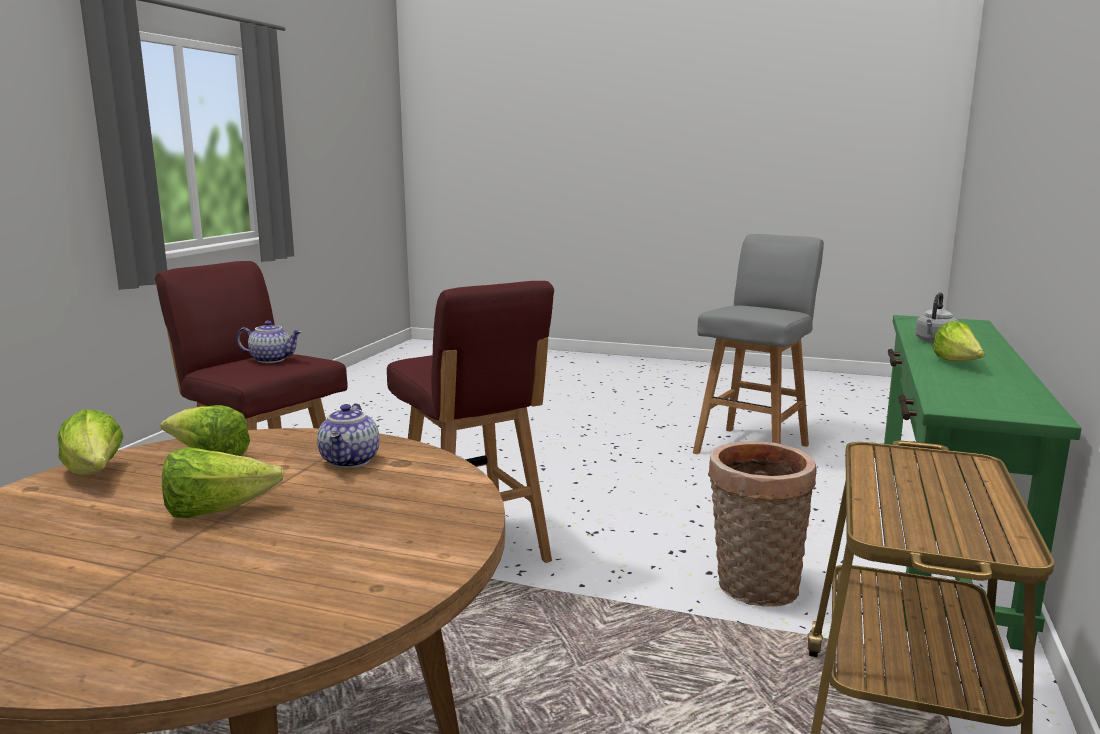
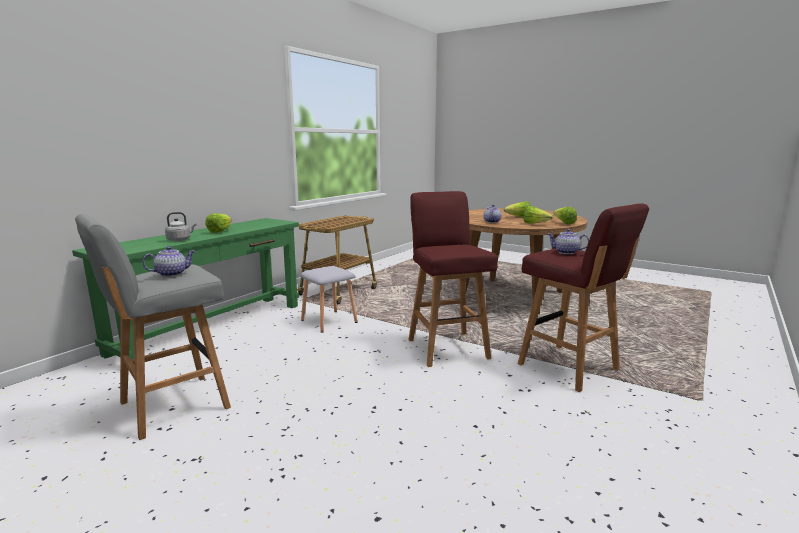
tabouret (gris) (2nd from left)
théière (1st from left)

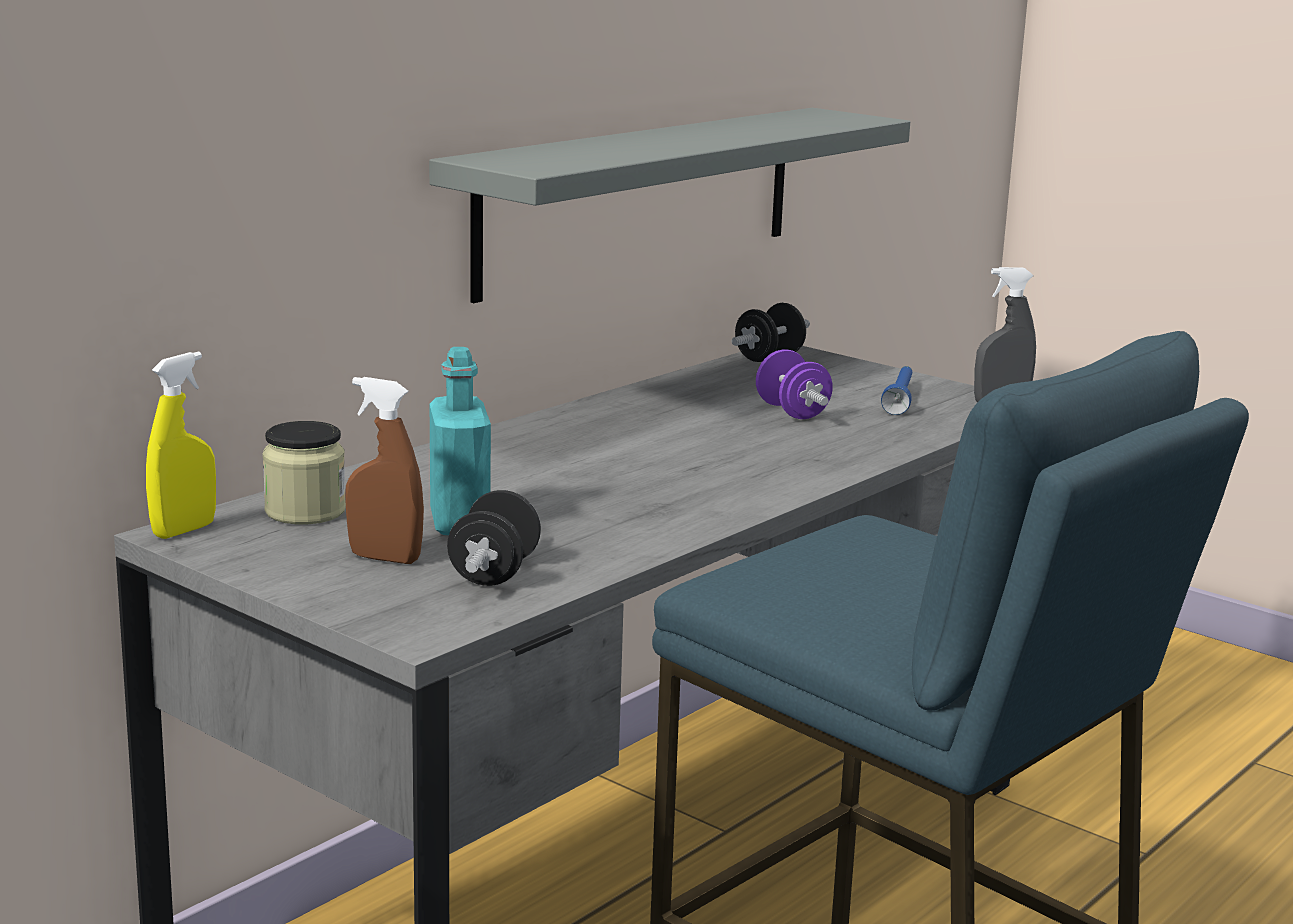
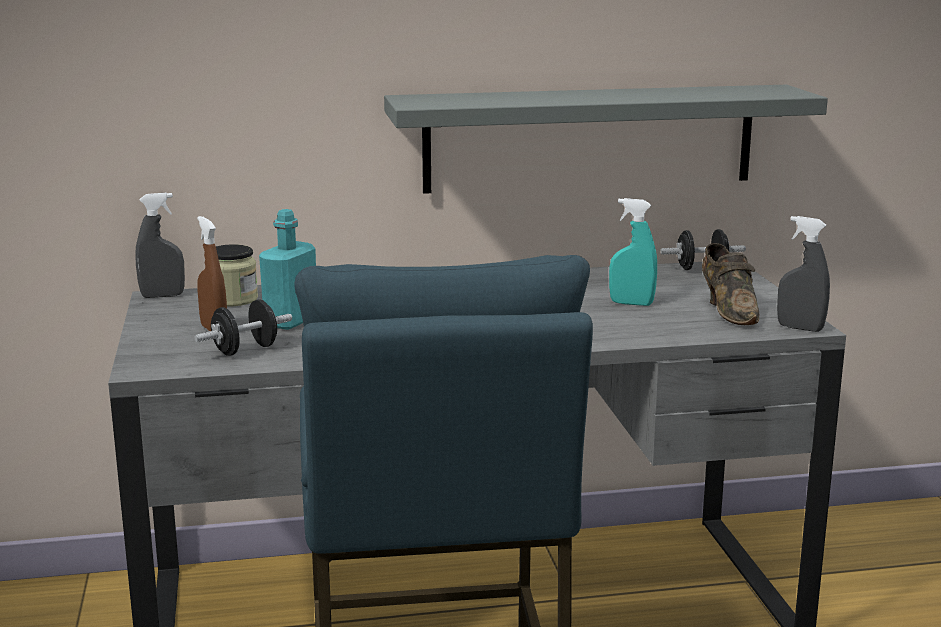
vaporisateur (gris) (1st from left)
vaporisateur (turquoise)
chaussure (marron)

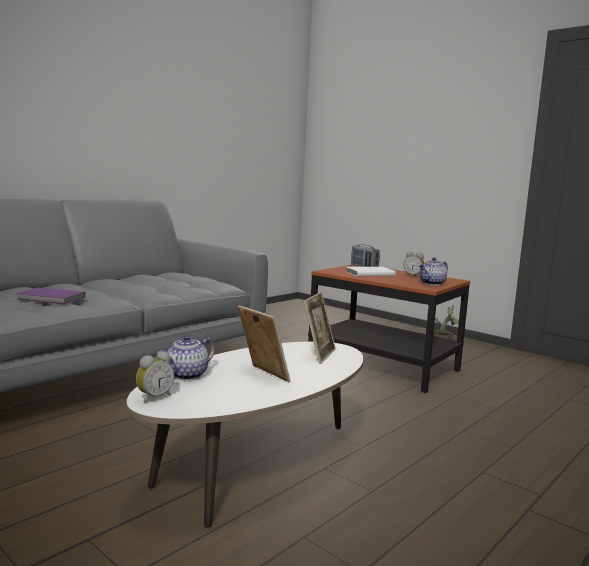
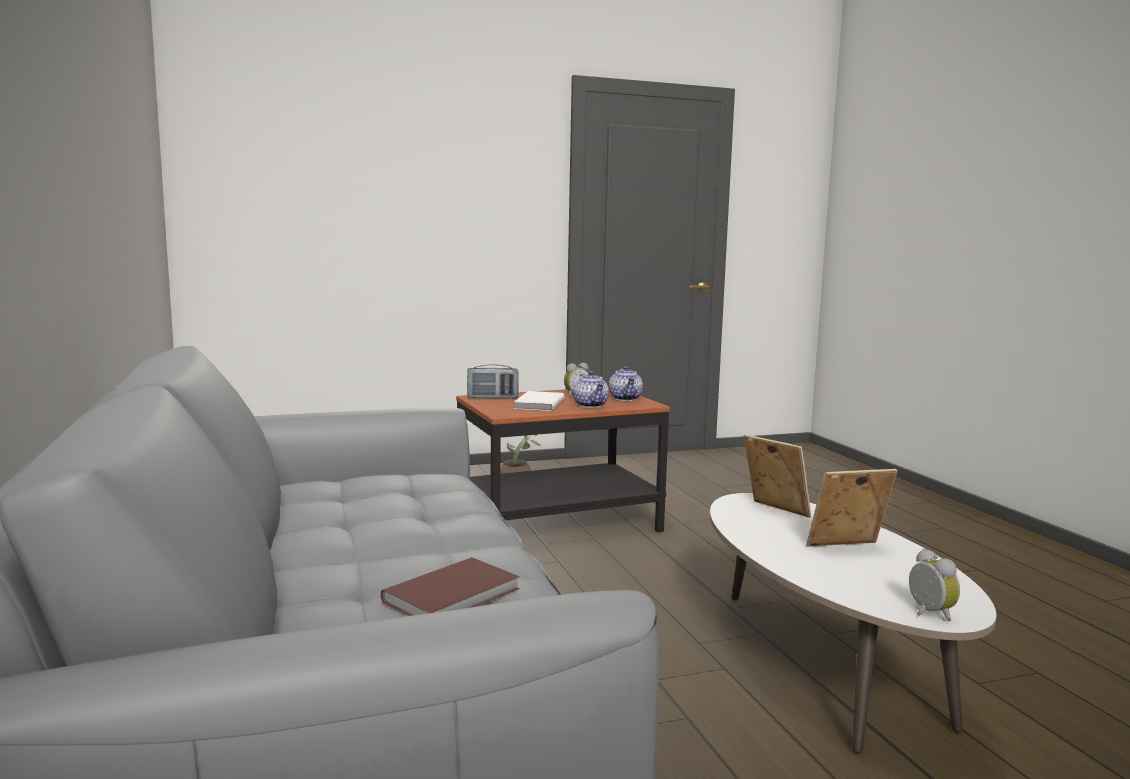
livre (marron)
théière (1st from left)

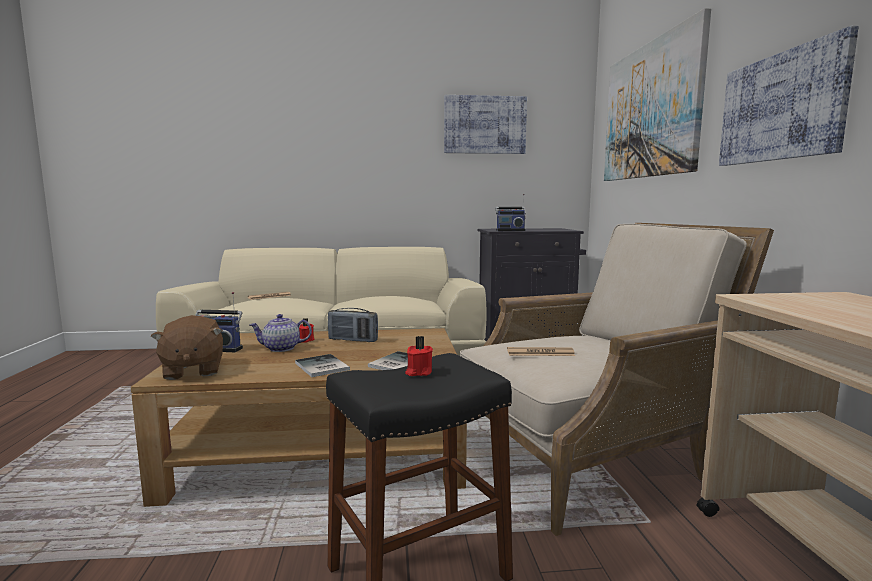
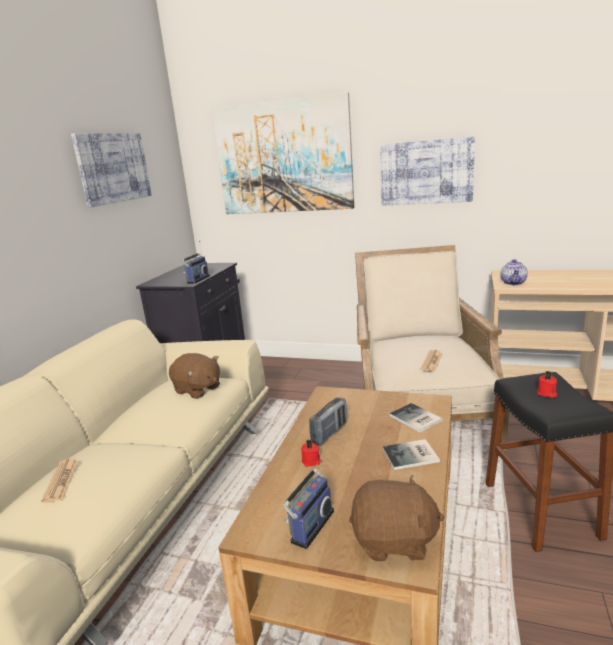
théière
peluche (marron) (1st from left)

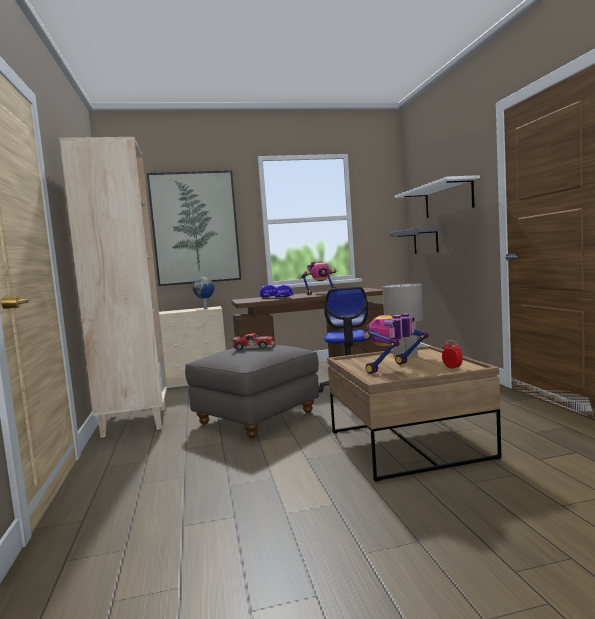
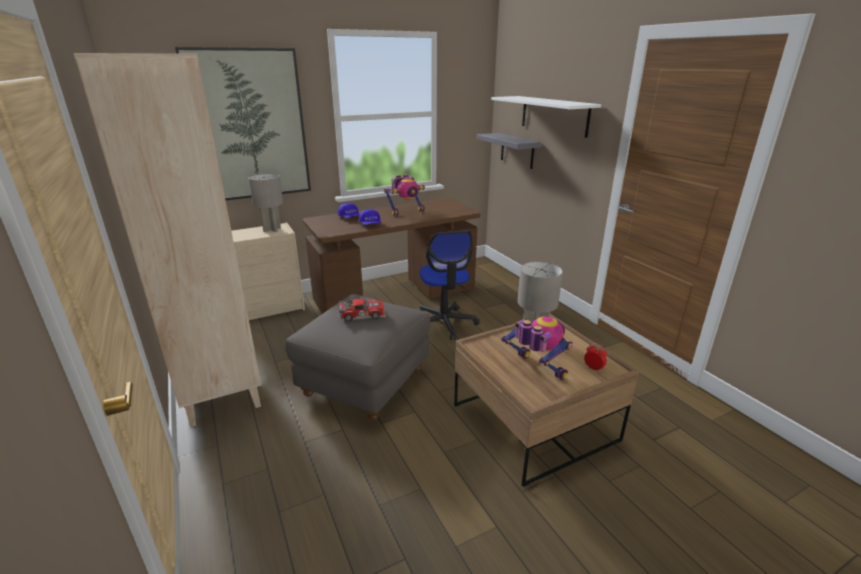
lampe de table (gris) (1st from left)
robot jouet (2nd from left)

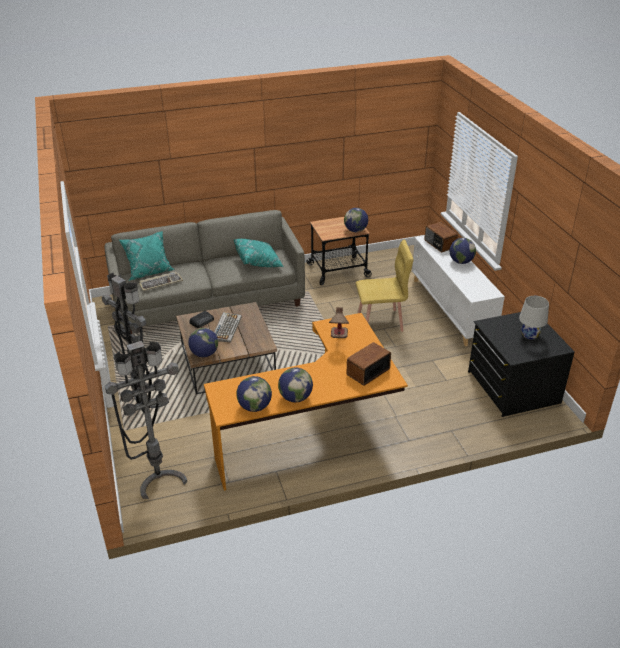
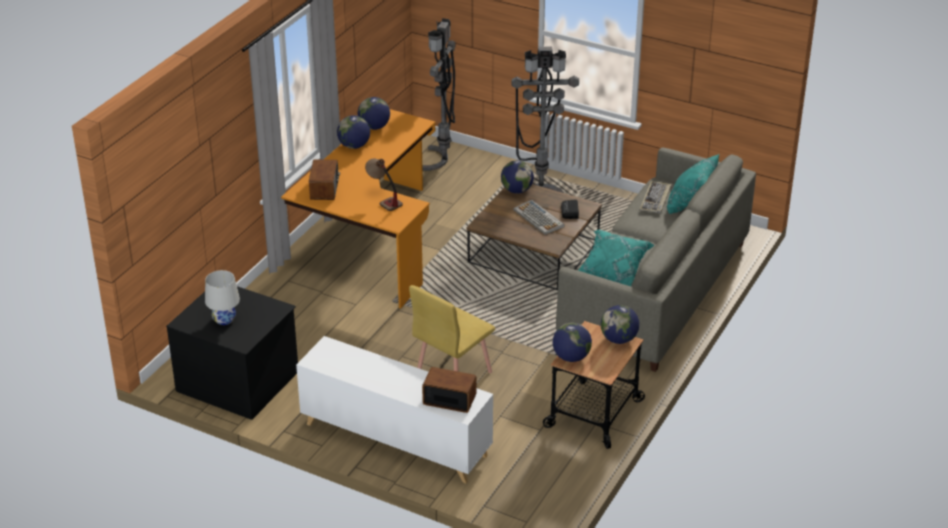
globe (5th from left)

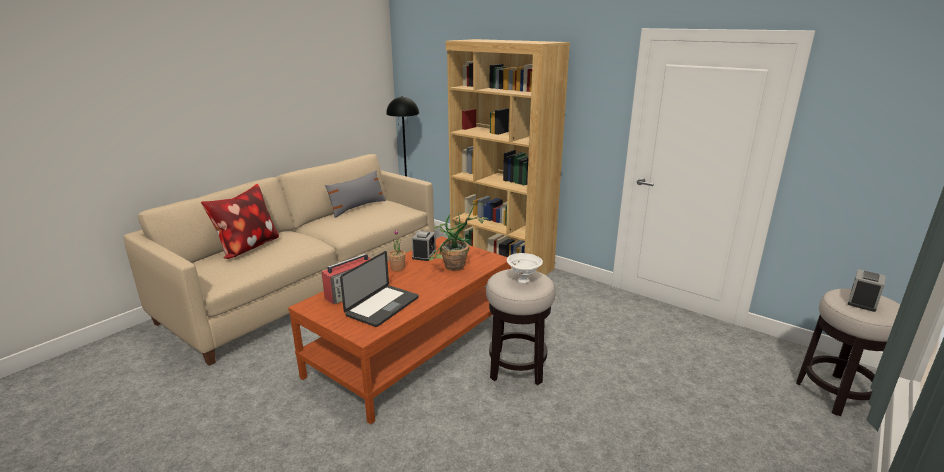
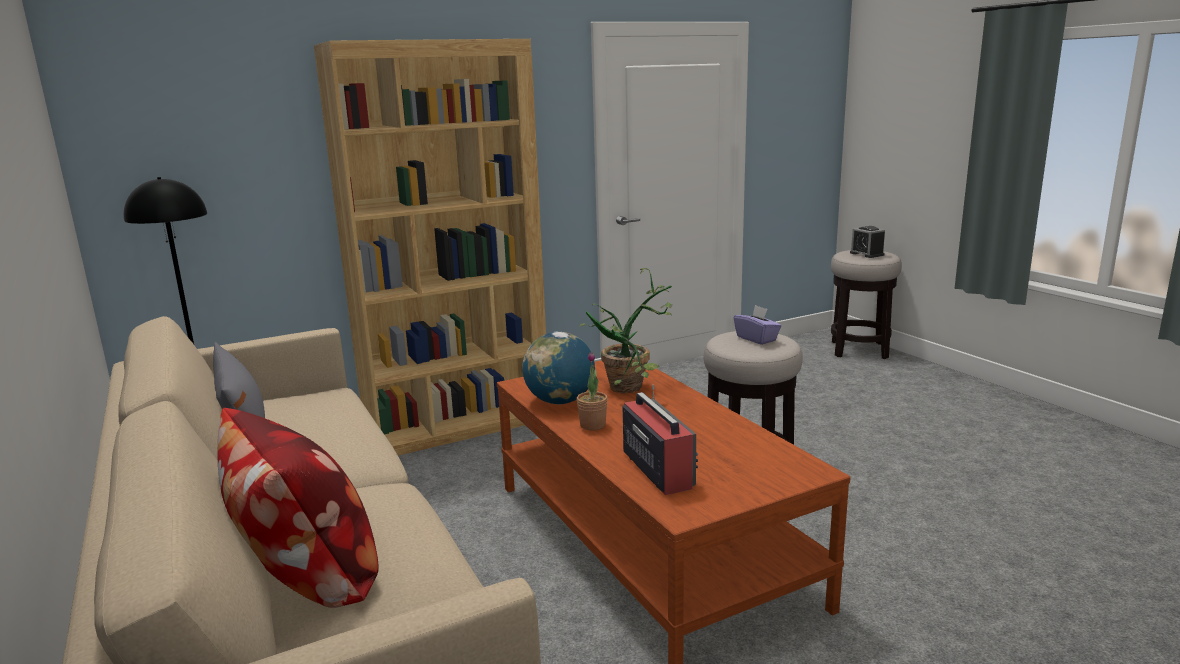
ordinateur portable
globe
boîte à mouchoirs (violet)

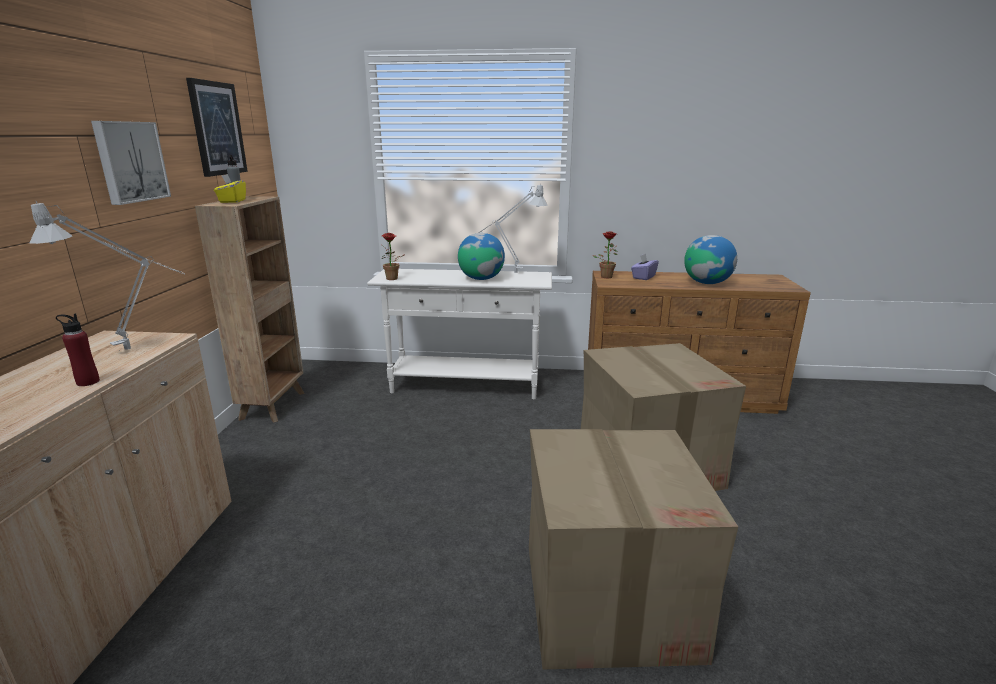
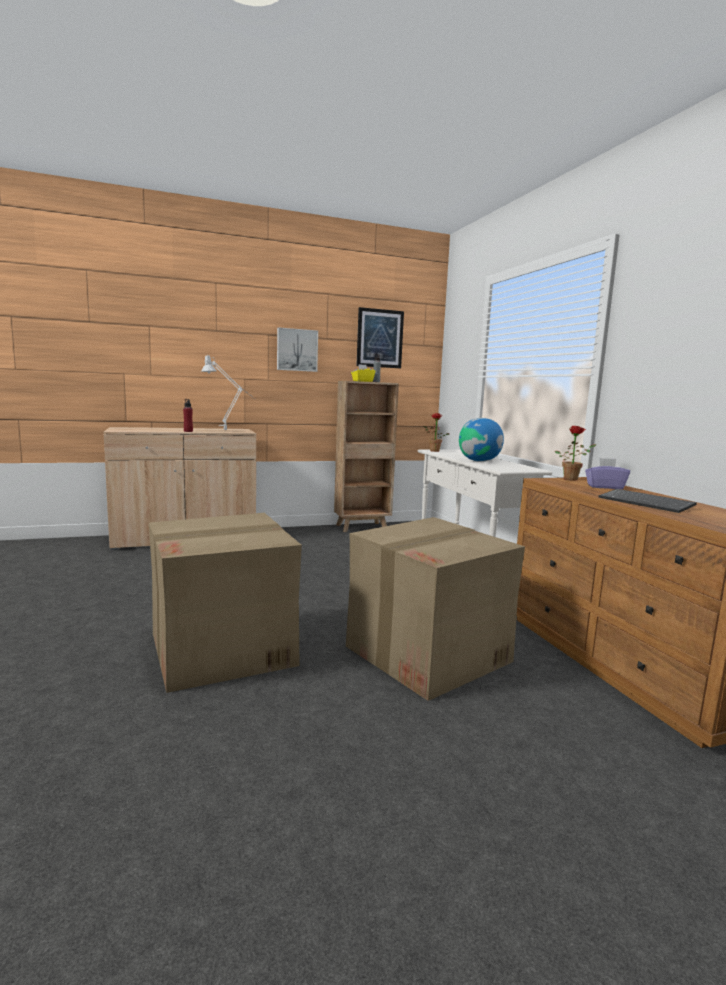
lampe de table (gris) (2nd from left in the first image)
clavier

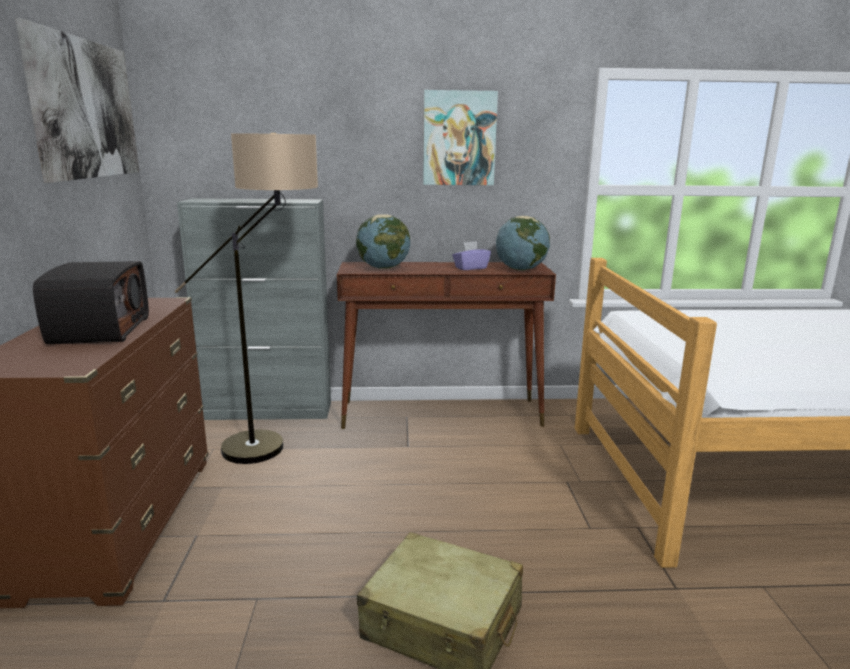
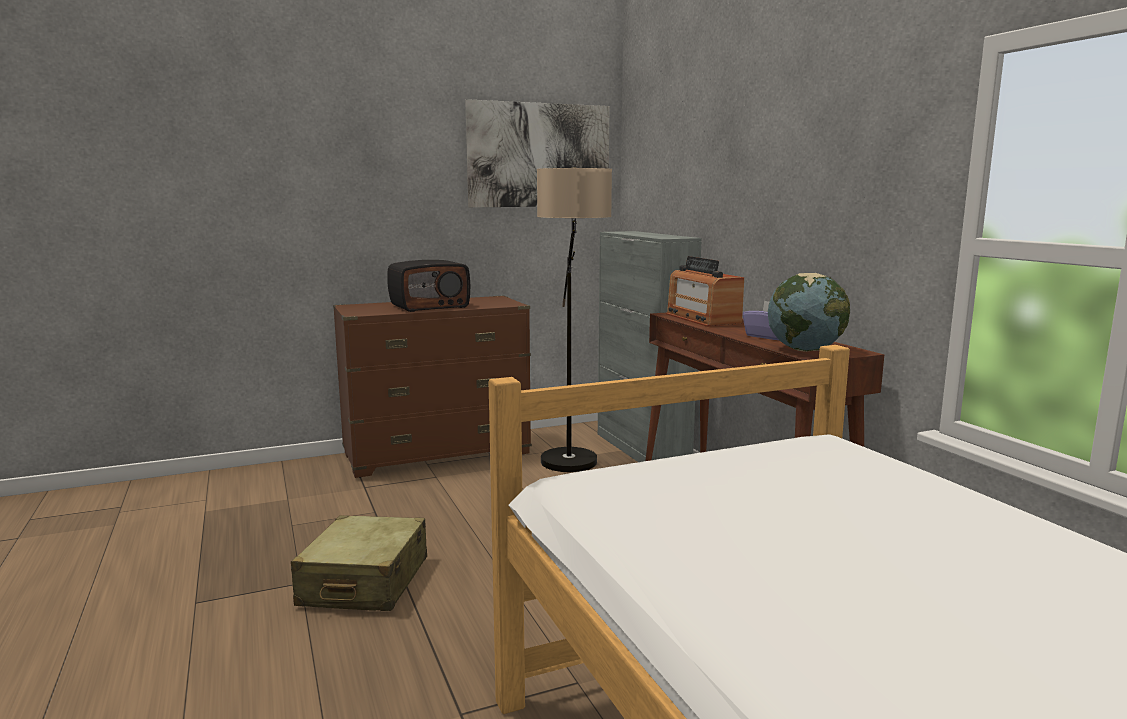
radio (2nd from left)
tableau (2nd from left in the first image)

